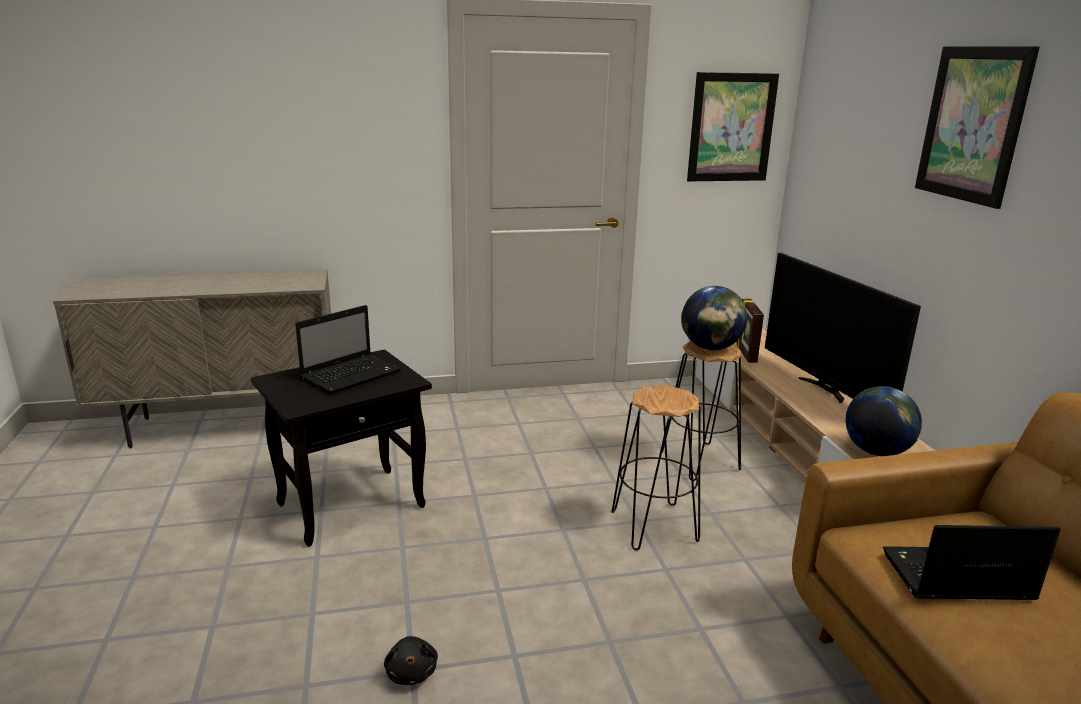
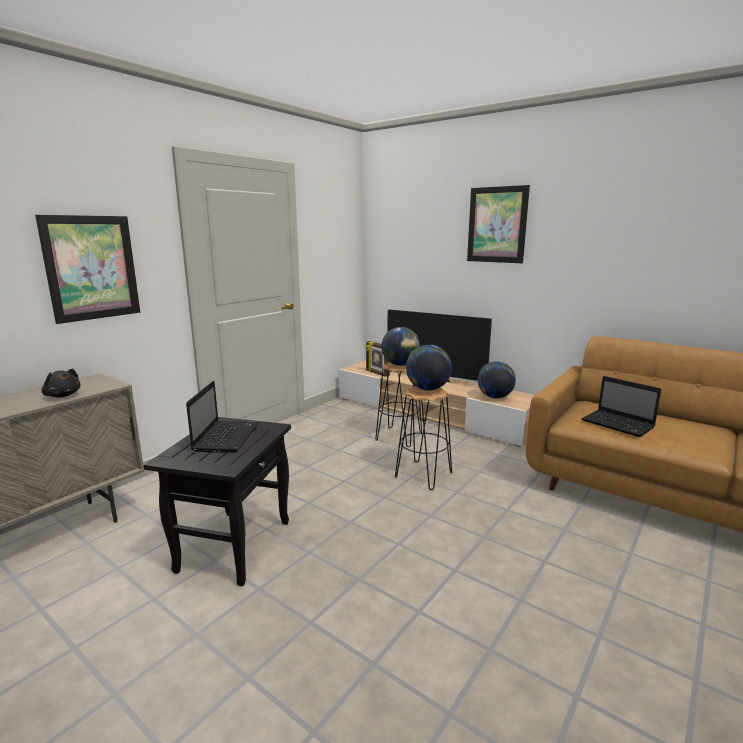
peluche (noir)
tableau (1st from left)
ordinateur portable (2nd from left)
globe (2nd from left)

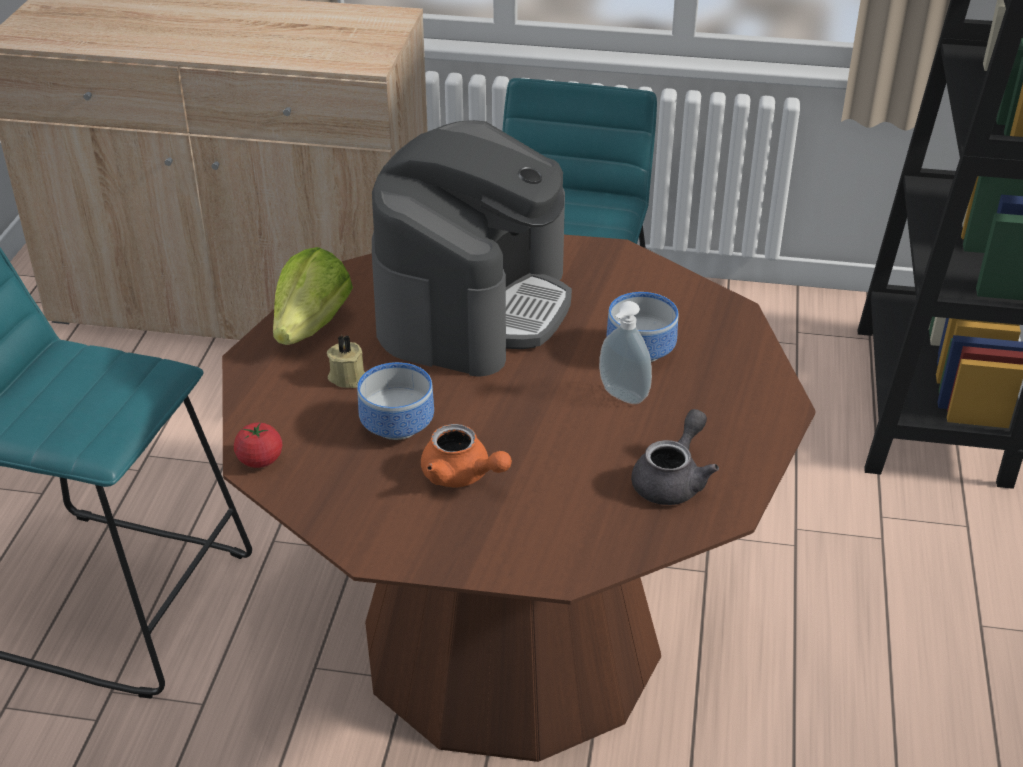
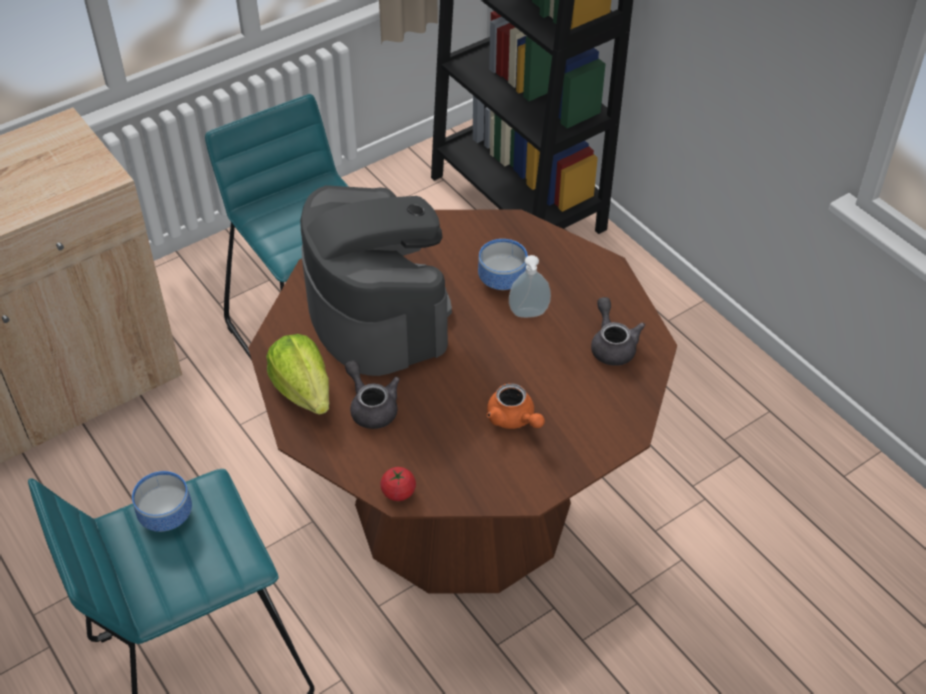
théière (gris) (1st from left)
bol (1st from left)
théière (orange)

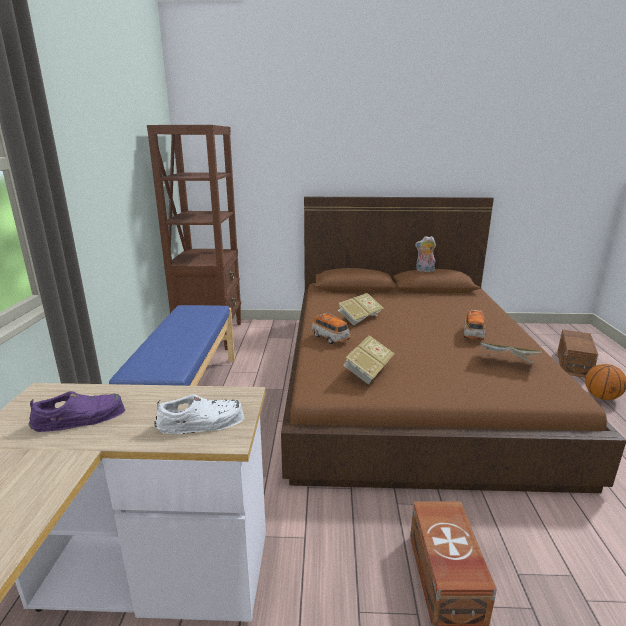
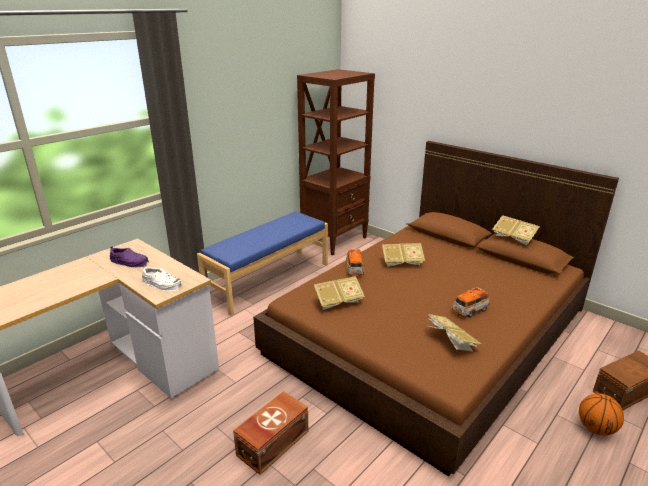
livre (4th from left)

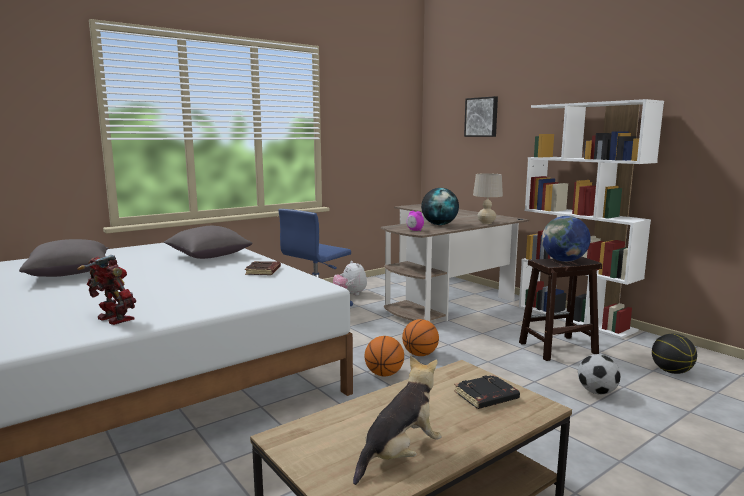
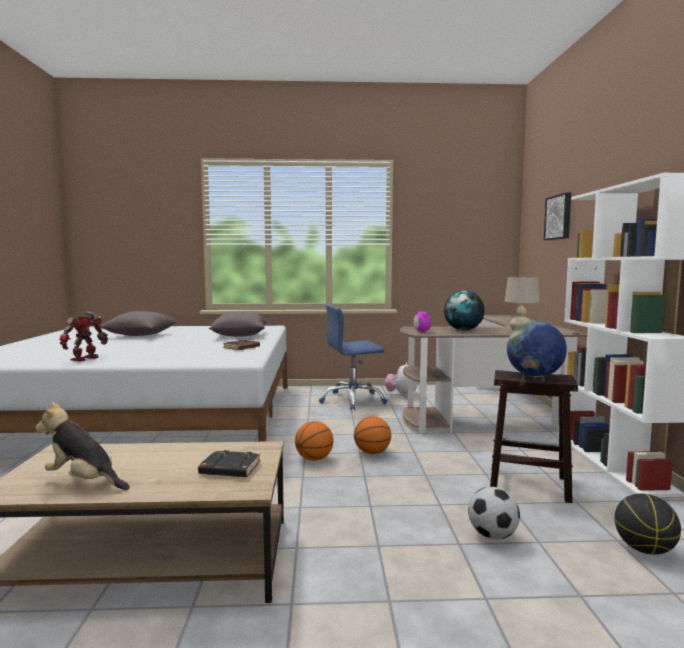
robot jouet
peluche (1st from left)

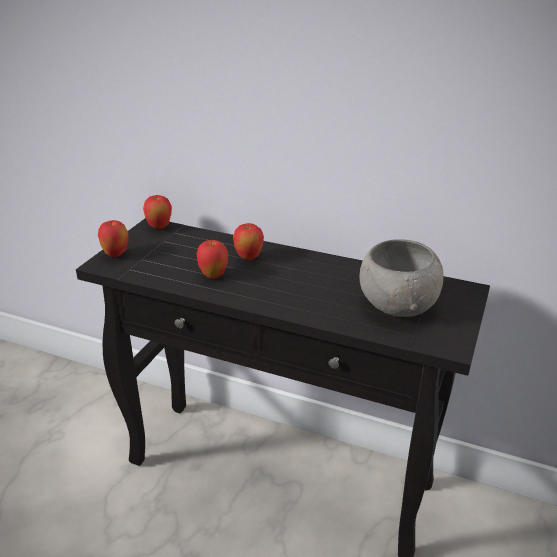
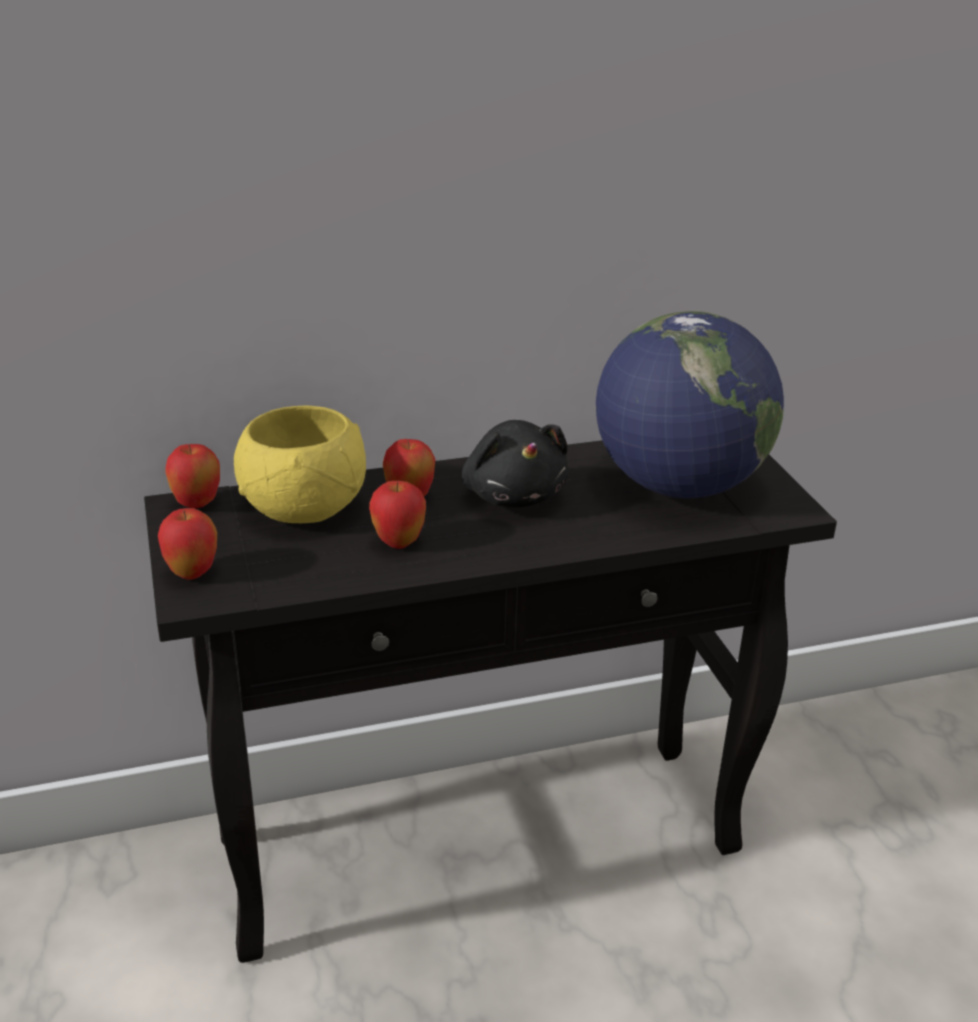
globe
bol (jaune)
peluche (noir)

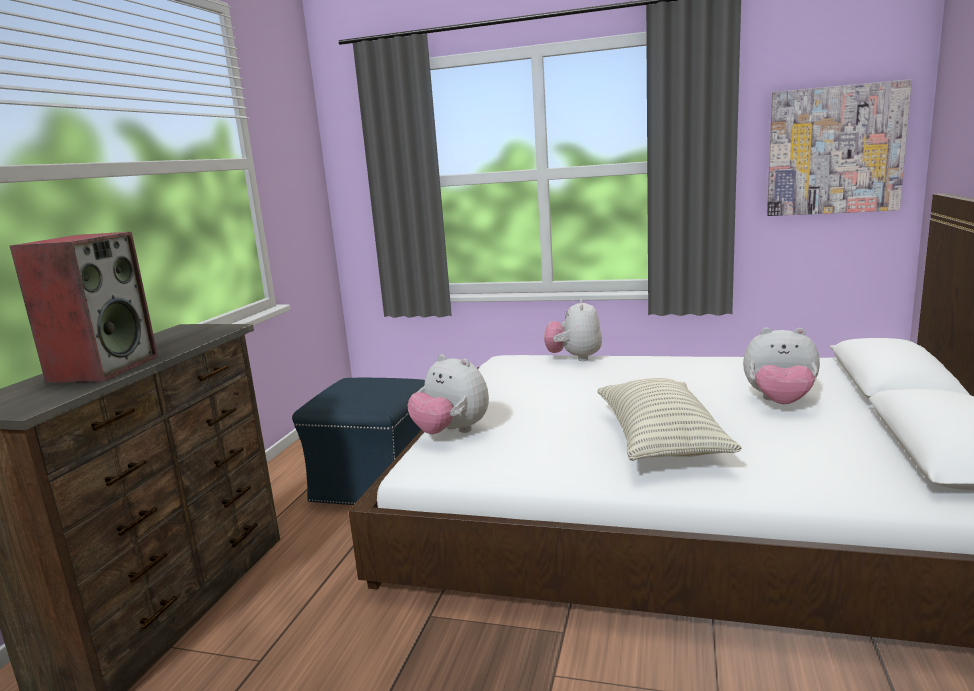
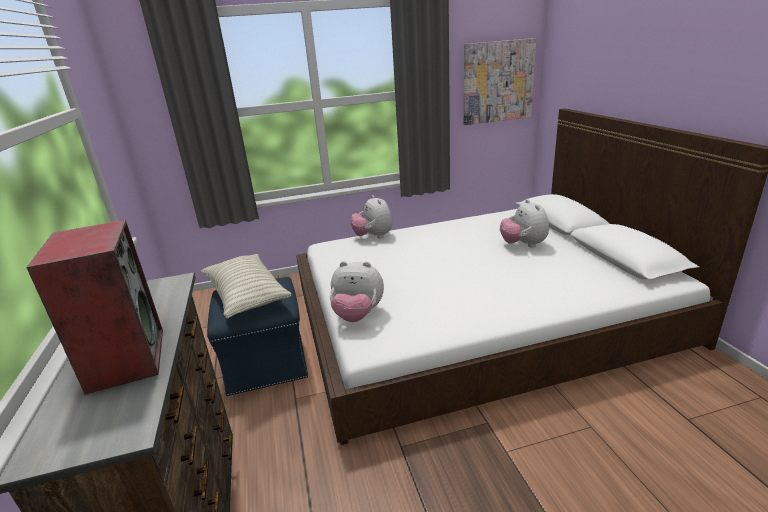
coussin
peluche (3rd from left)

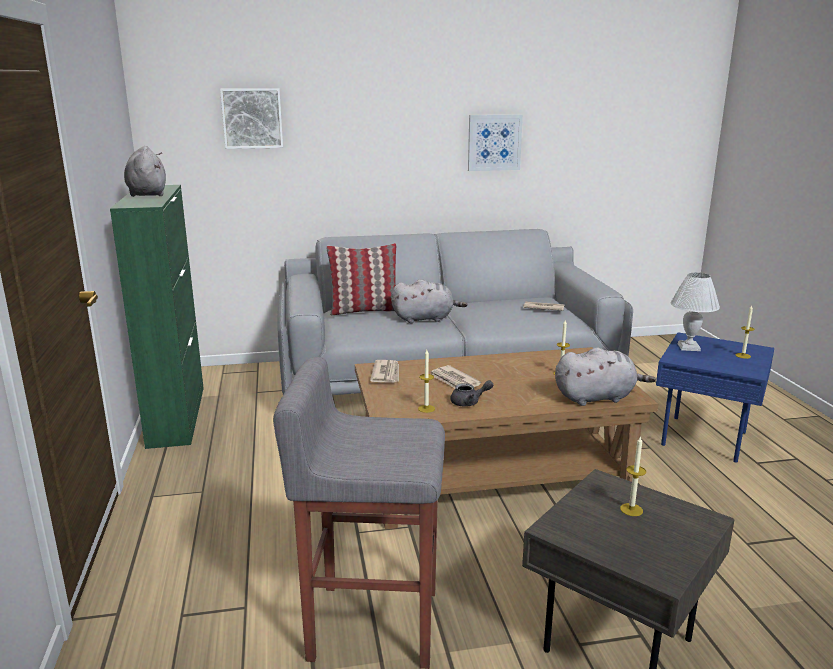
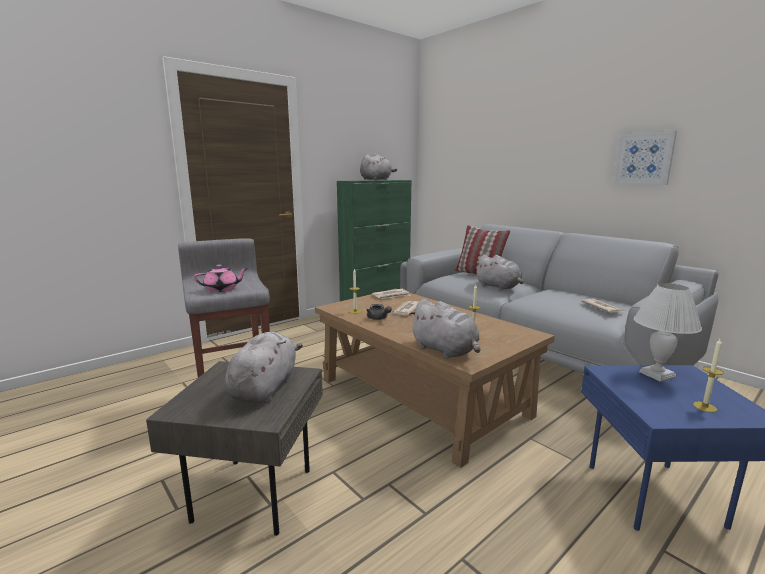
tableau (1st from left in the first image)
peluche (gris) (1st from left)
théière (rose)

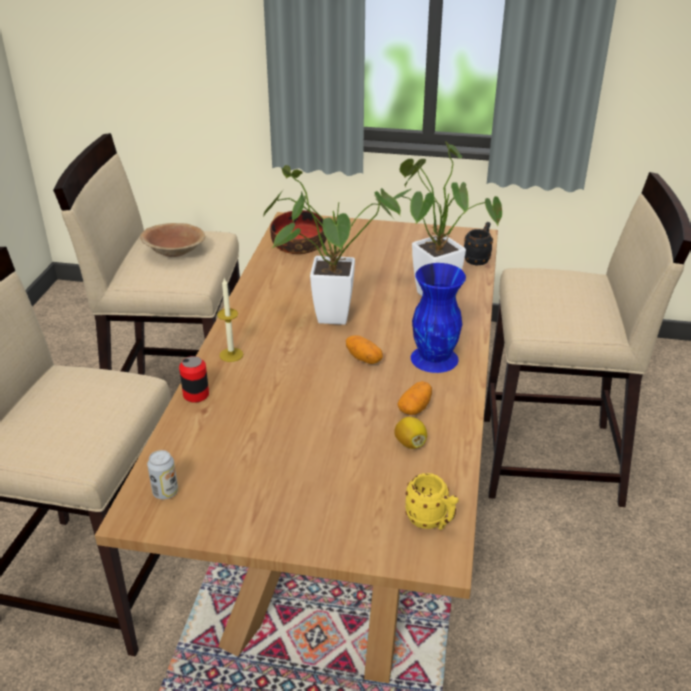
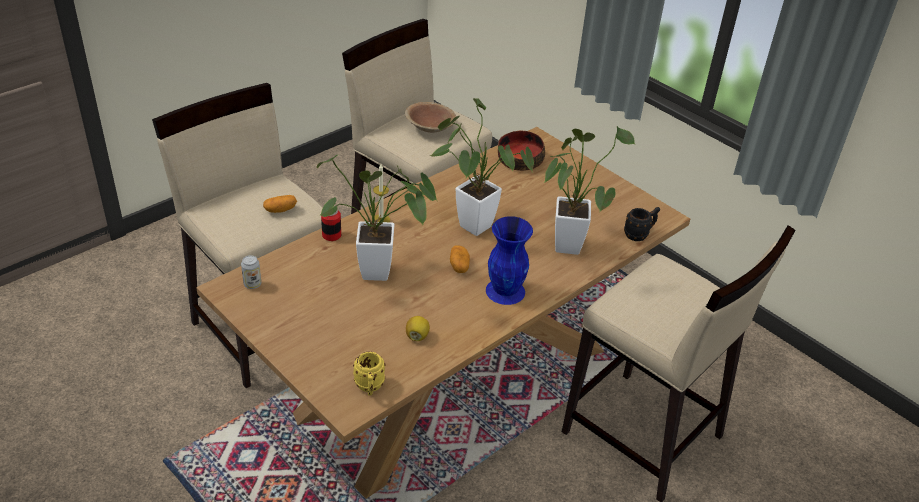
pomme de terre (1st from left)
plante en pot (1st from left)

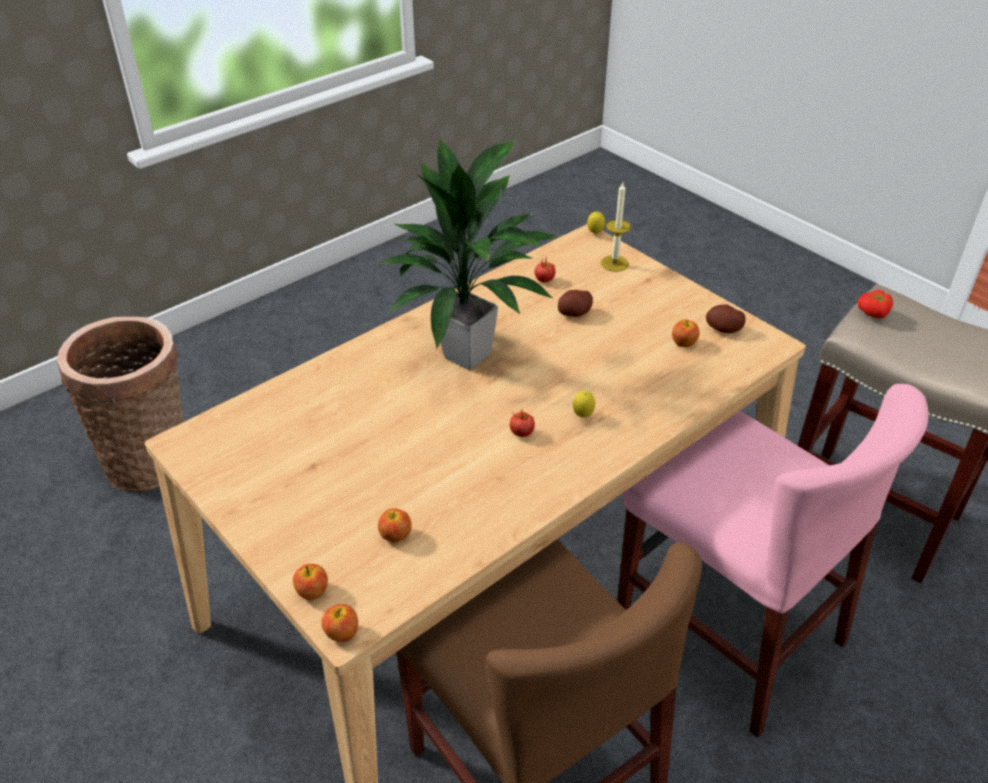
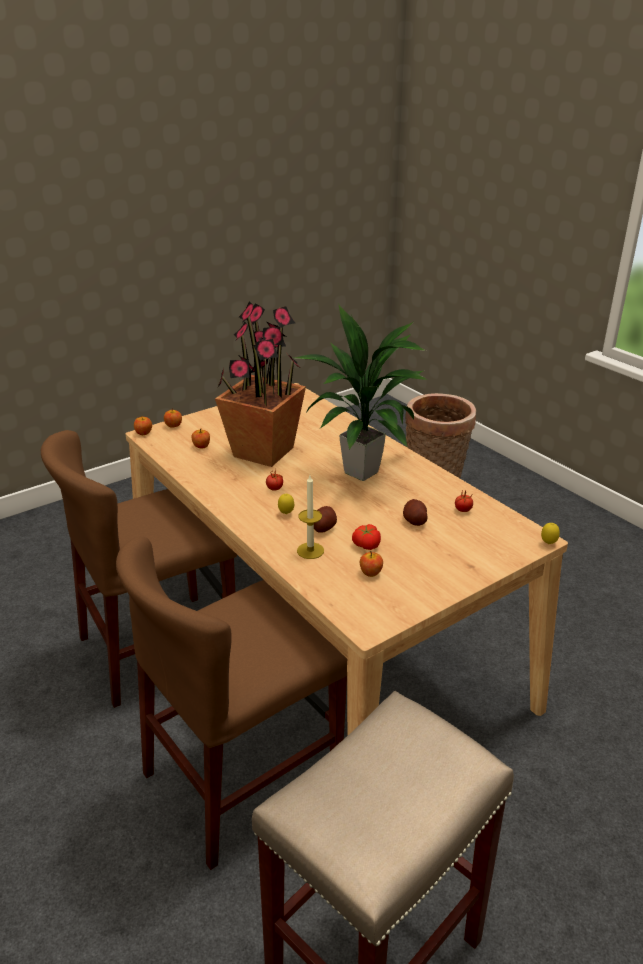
bougie
chaise (marron) (2nd from left)
pomme de terre (1st from left)
tomate (2nd from left)
plante en pot (1st from left)

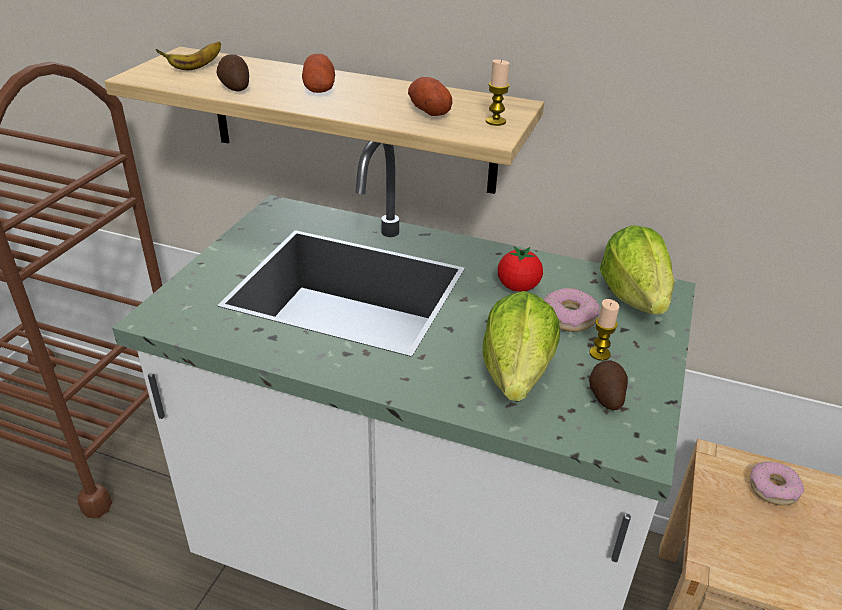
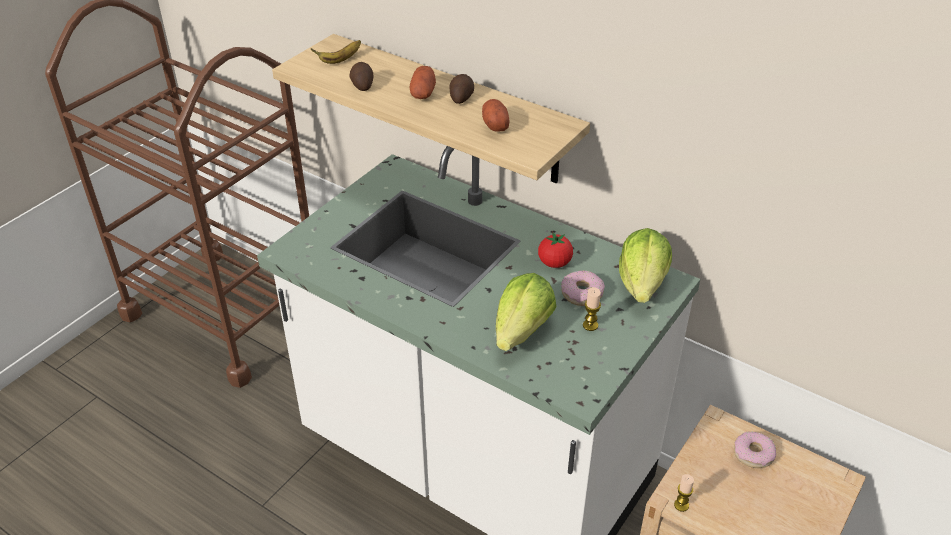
bougie (2nd from left)
pomme de terre (3rd from left)

